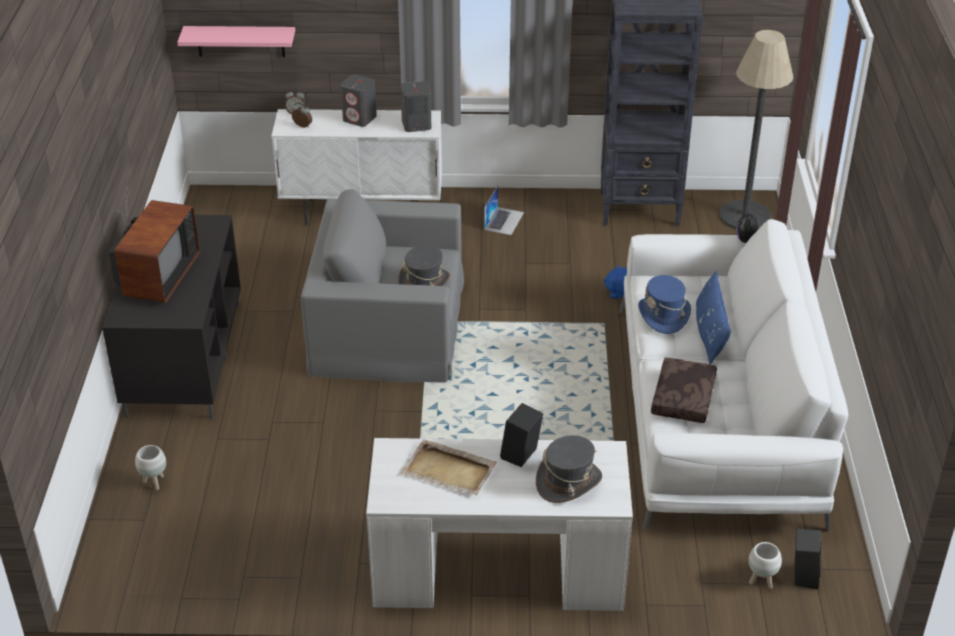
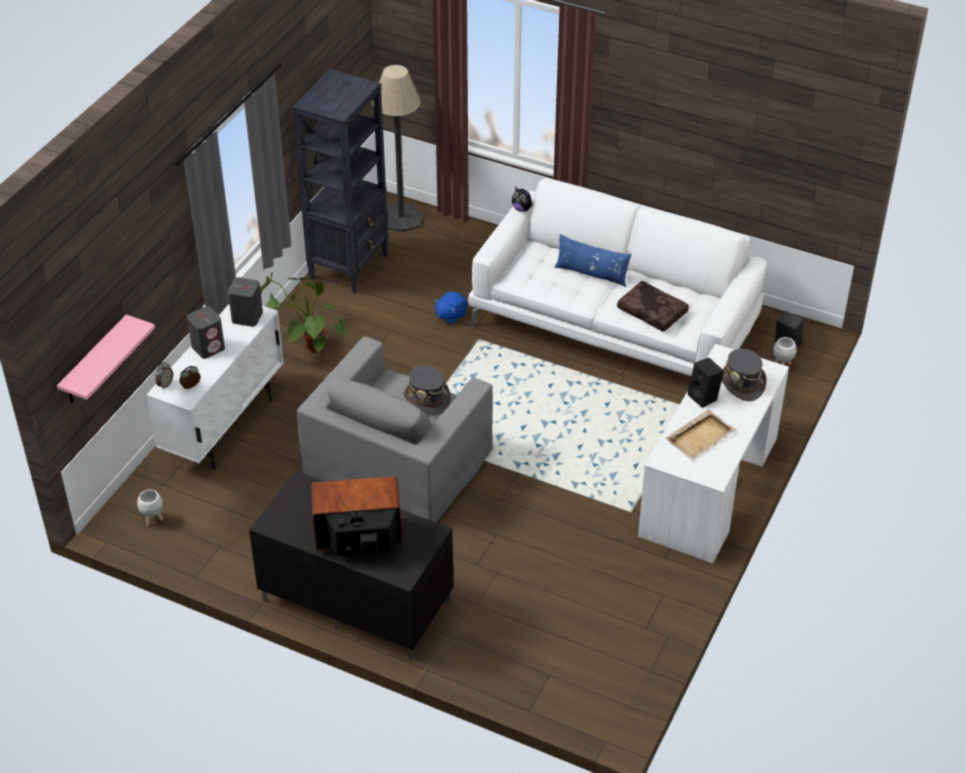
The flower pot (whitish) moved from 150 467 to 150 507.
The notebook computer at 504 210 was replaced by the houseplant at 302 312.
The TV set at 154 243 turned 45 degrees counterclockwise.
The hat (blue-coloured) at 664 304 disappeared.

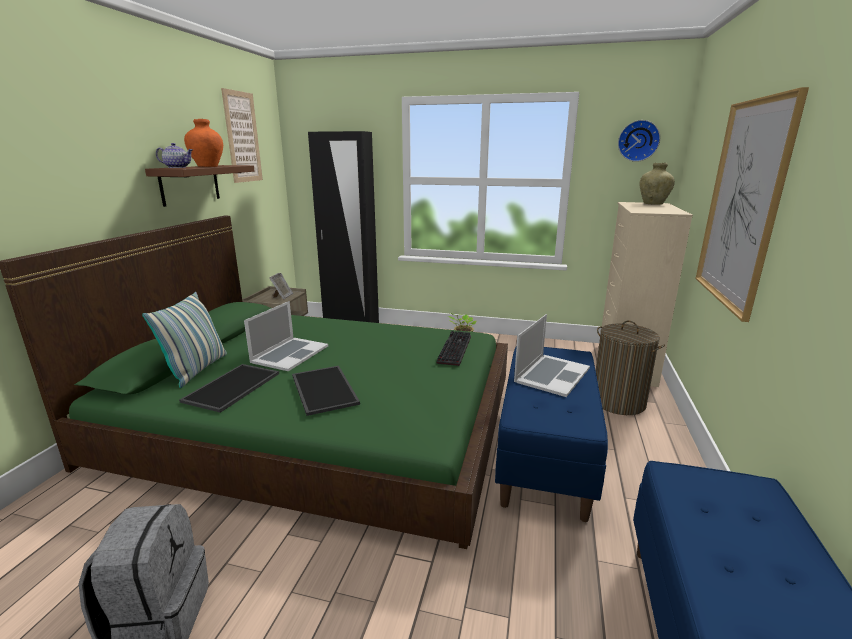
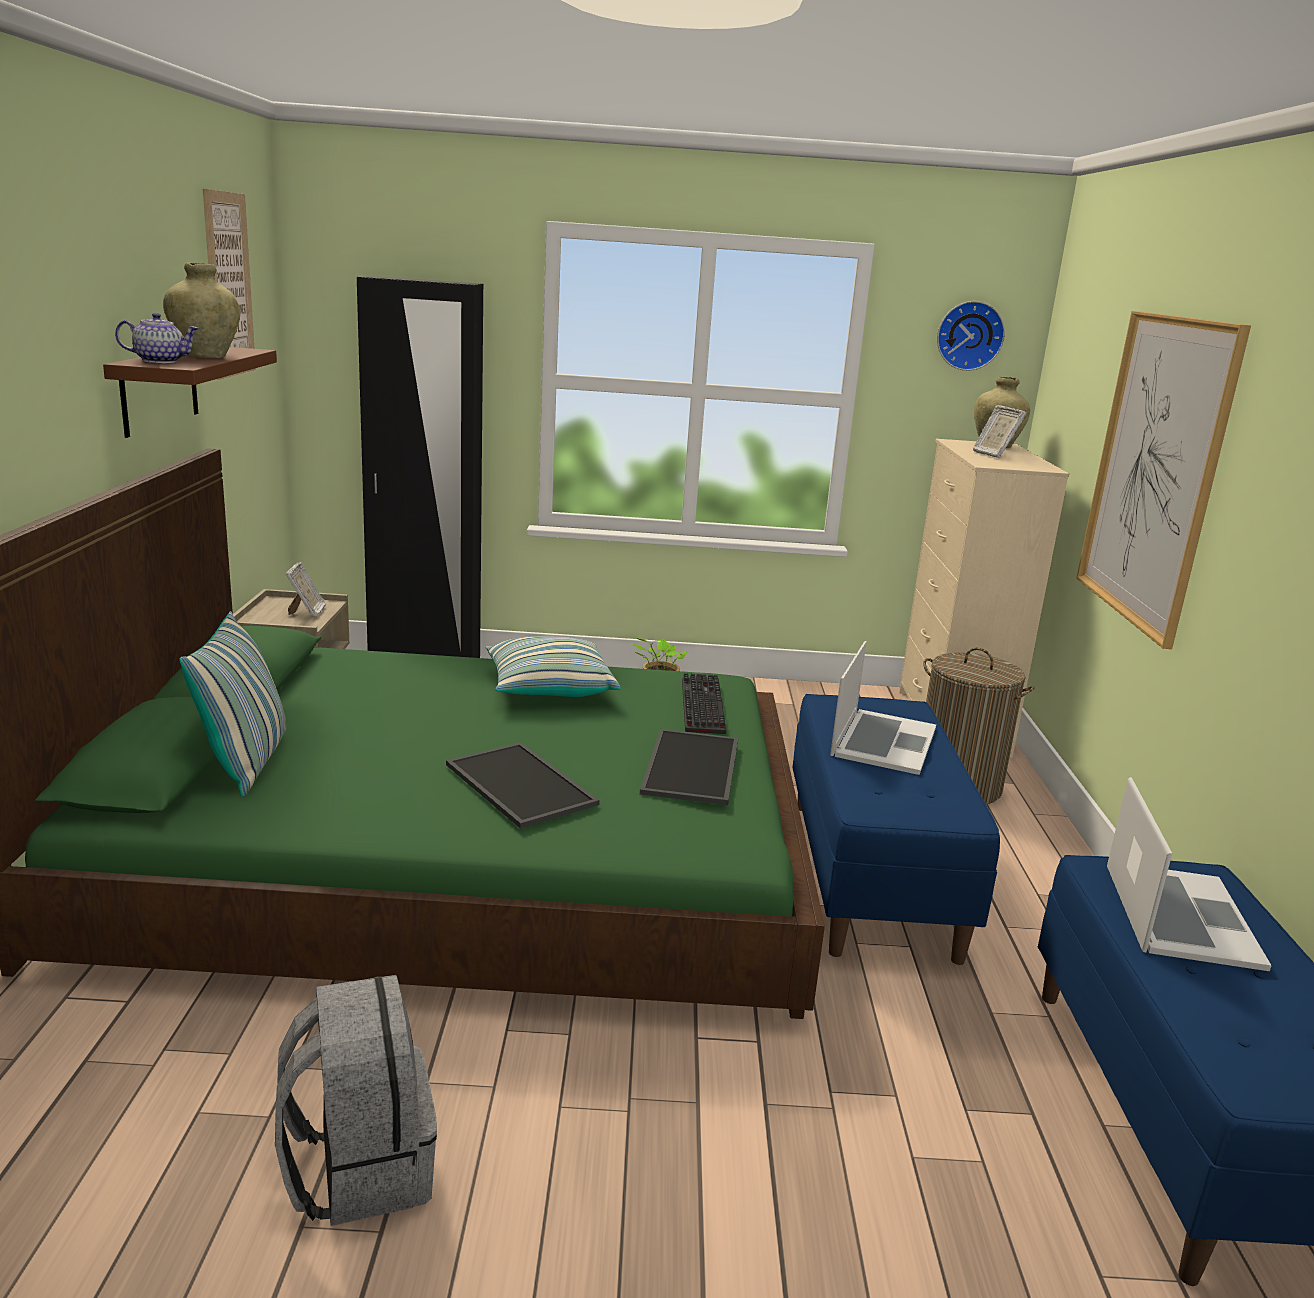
The flower vase (orangey) at 203 143 became the flower vase (sand-coloured) at 201 310.
The pillow at 553 666 appeared.
The carrying tray moved from 229 388 to 689 767.
The photo frame at 1000 431 appeared.
The notebook computer moved from 286 336 to 1189 874.

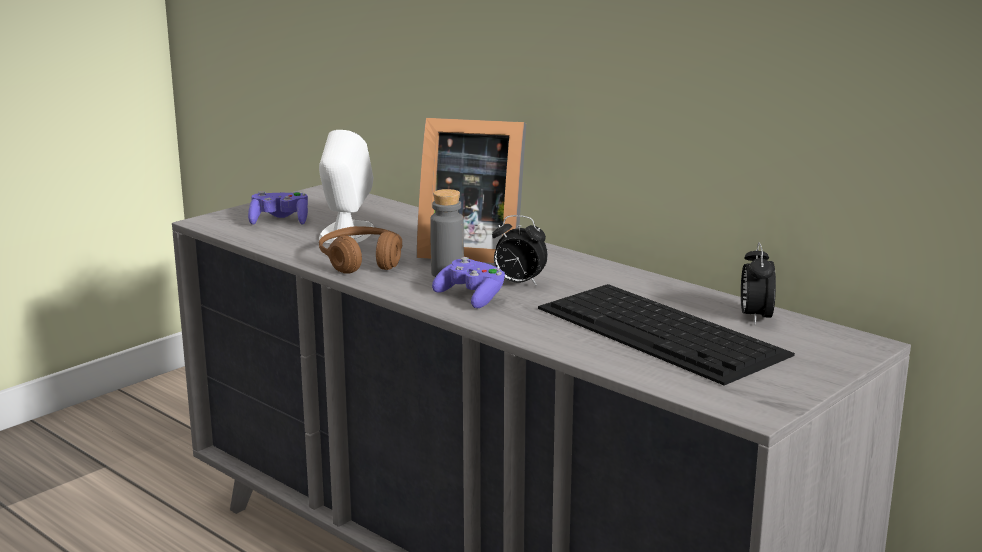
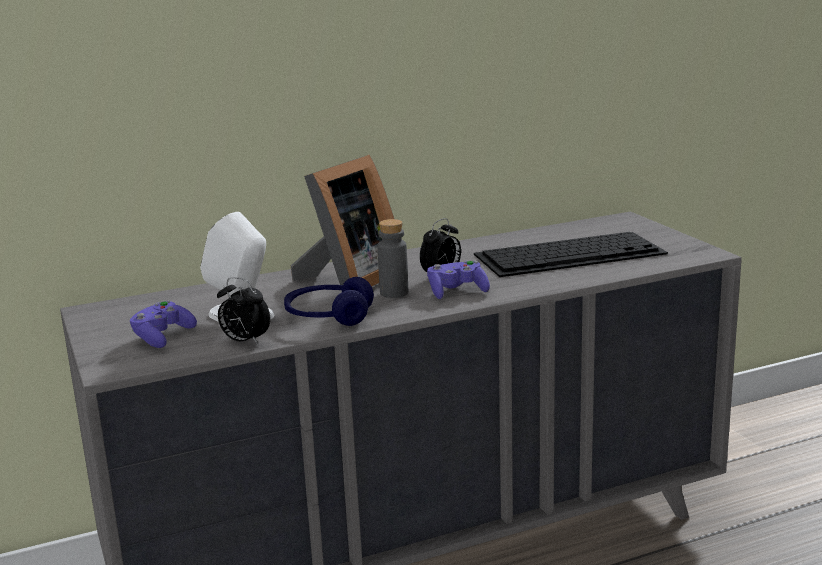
The alarm clock moved from 758 283 to 243 311.
The pair of headphones (brown-coloured) at 360 250 became the pair of headphones (blue-coloured) at 329 301.

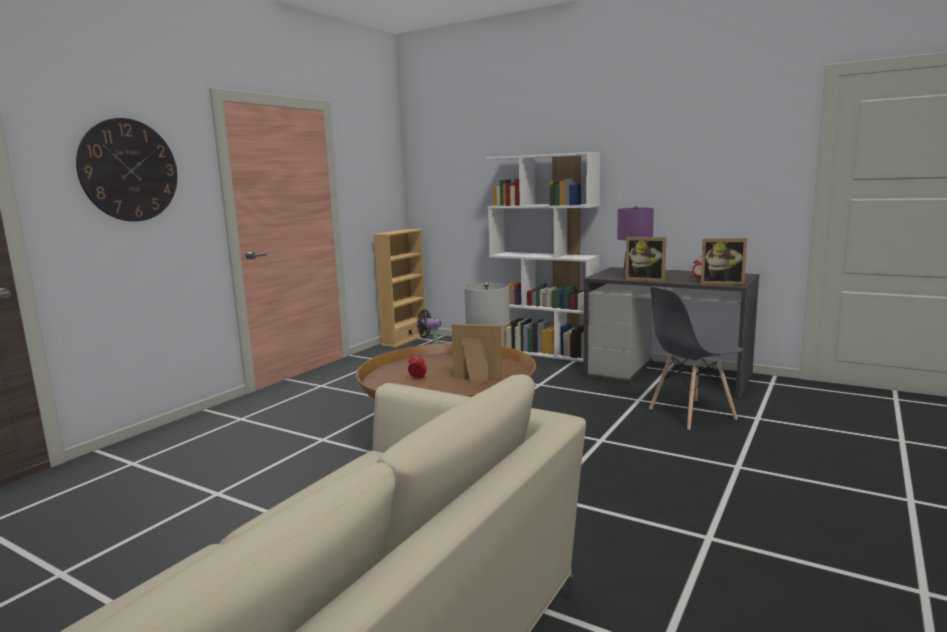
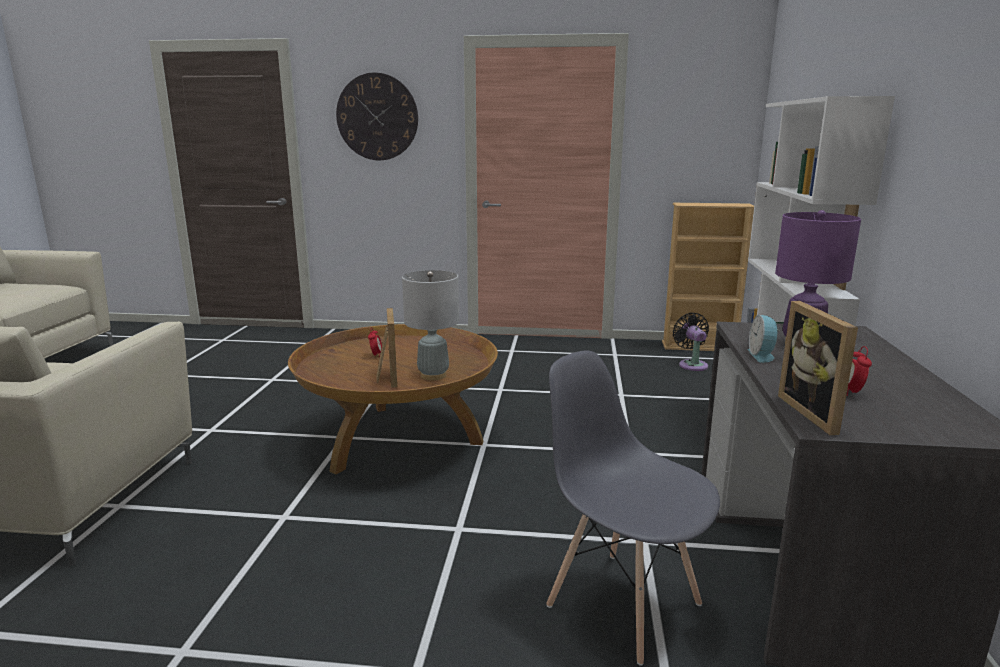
The photo frame at 646 259 was replaced by the alarm clock at 764 339.

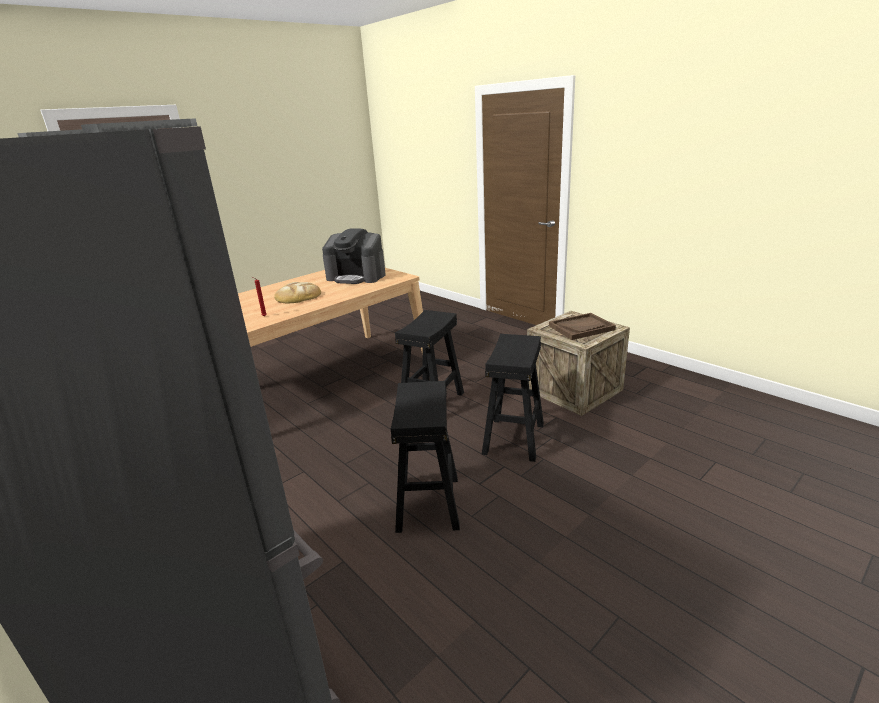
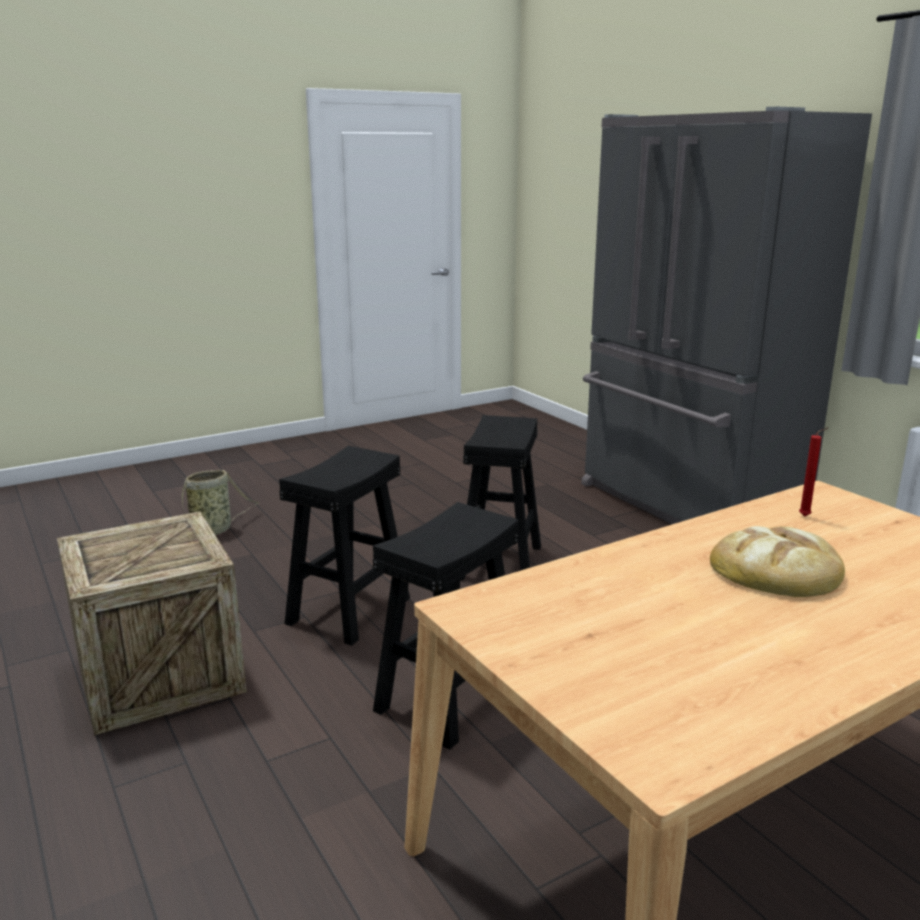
The basket at 220 502 appeared.
The coffee machine at 354 256 disappeared.
The carrying tray (brown-coloured) at 582 326 disappeared.

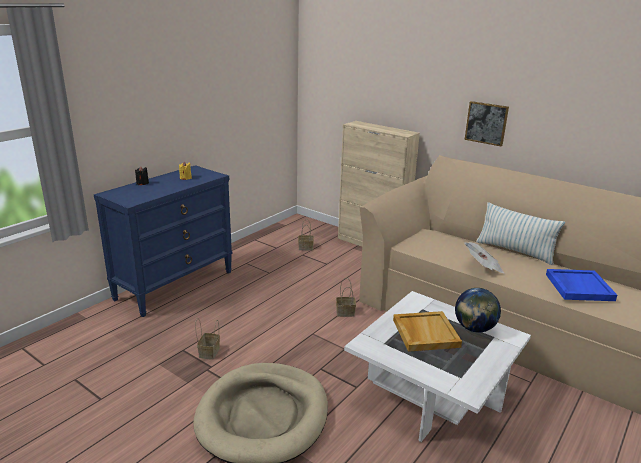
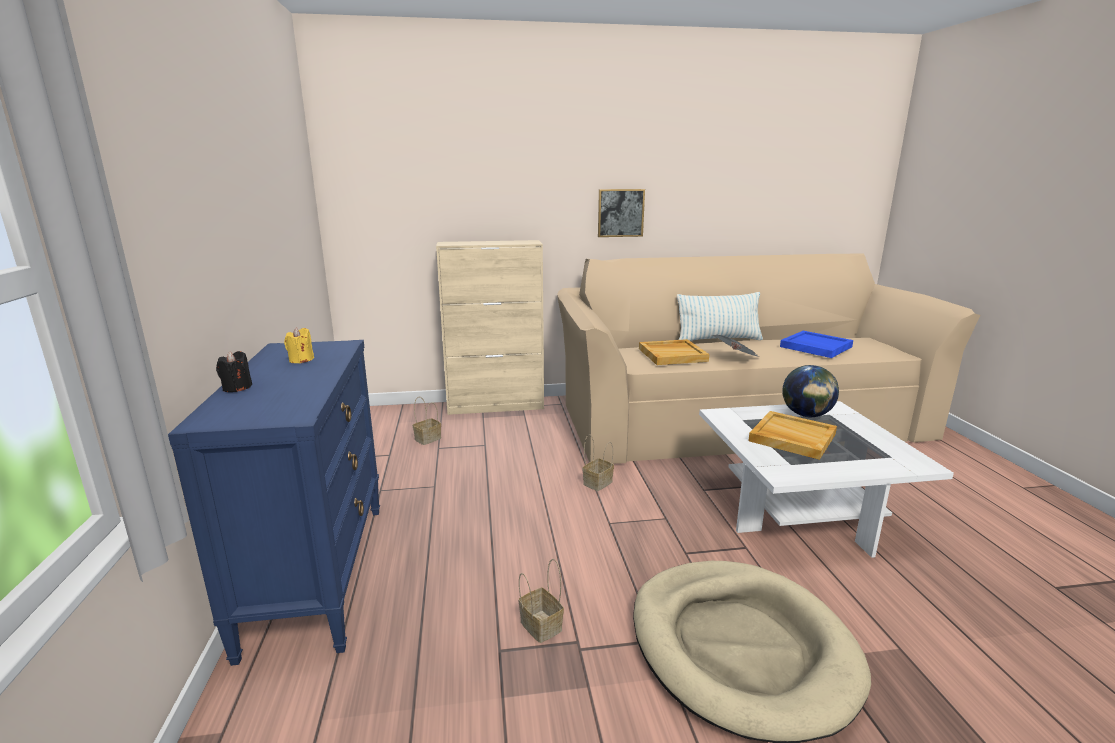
The carrying tray (sand-coloured) at 674 352 appeared.

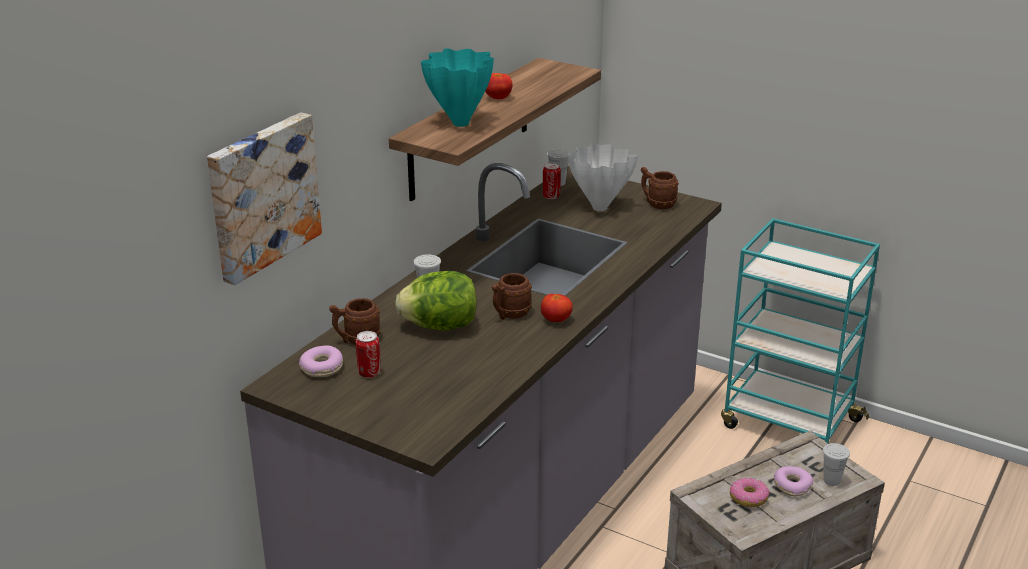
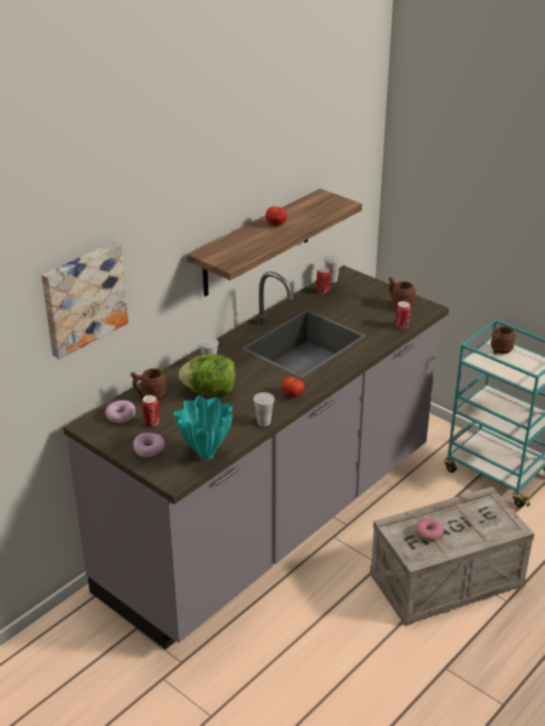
The donut moved from 793 481 to 149 445.
The flower vase (blue-green) moved from 457 87 to 203 427.
The drinking cup (whitish) moved from 836 464 to 264 409.
The metal can at 403 315 appeared.
The mug (brown-coloured) moved from 512 296 to 503 340.
The flower vase (whitish) at 603 177 disappeared.

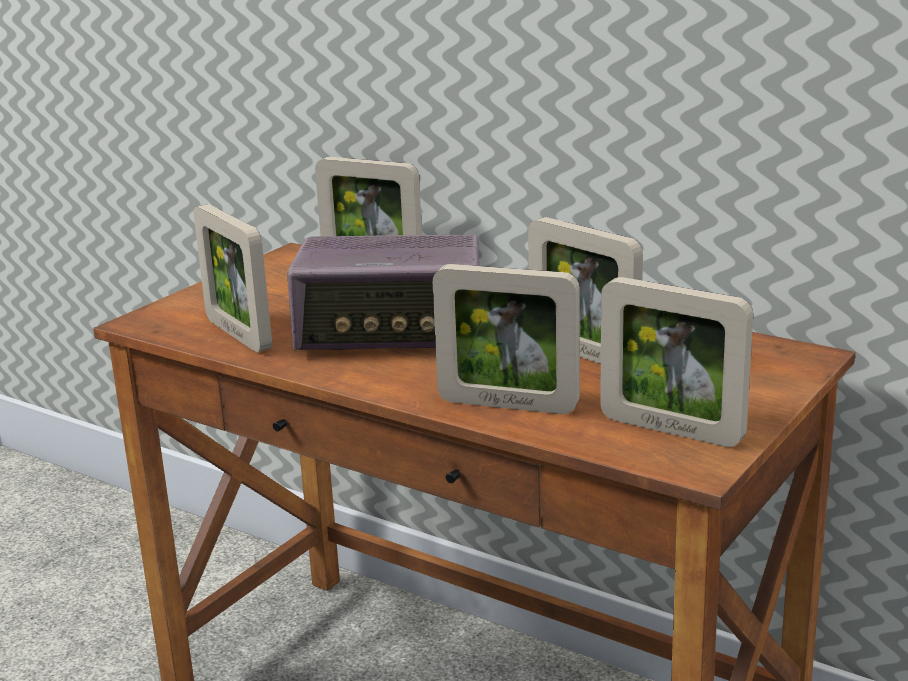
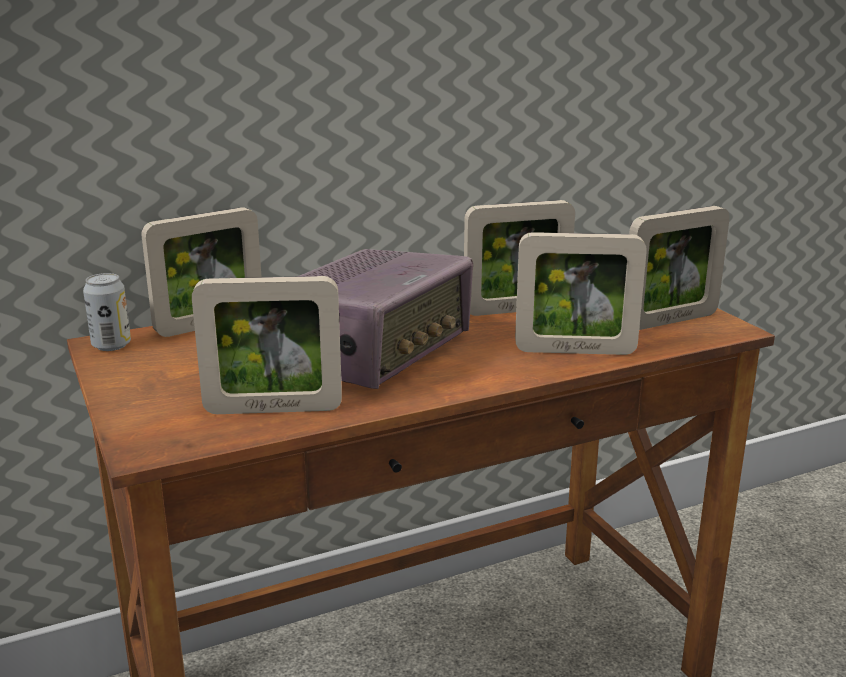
The metal can at 107 312 appeared.
The photo frame at 506 339 turned 45 degrees clockwise.

